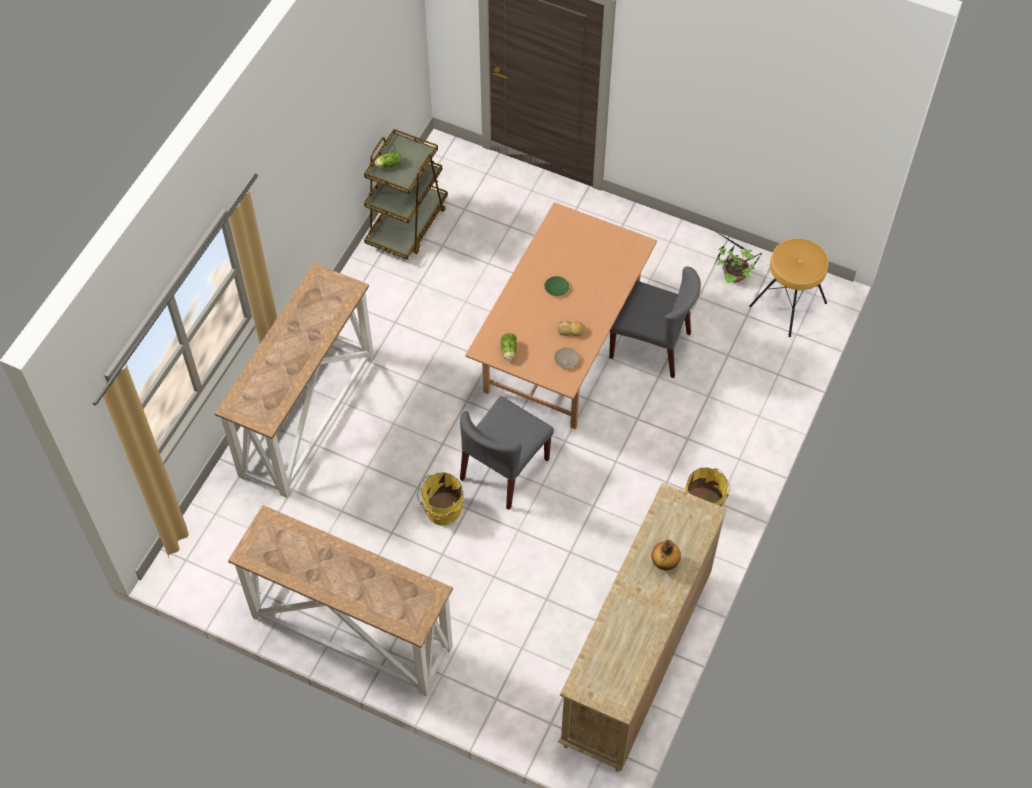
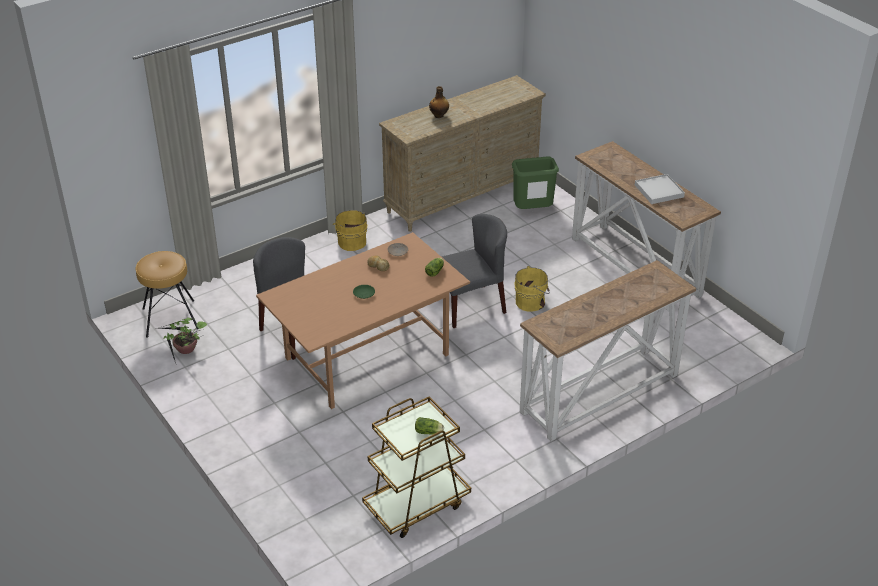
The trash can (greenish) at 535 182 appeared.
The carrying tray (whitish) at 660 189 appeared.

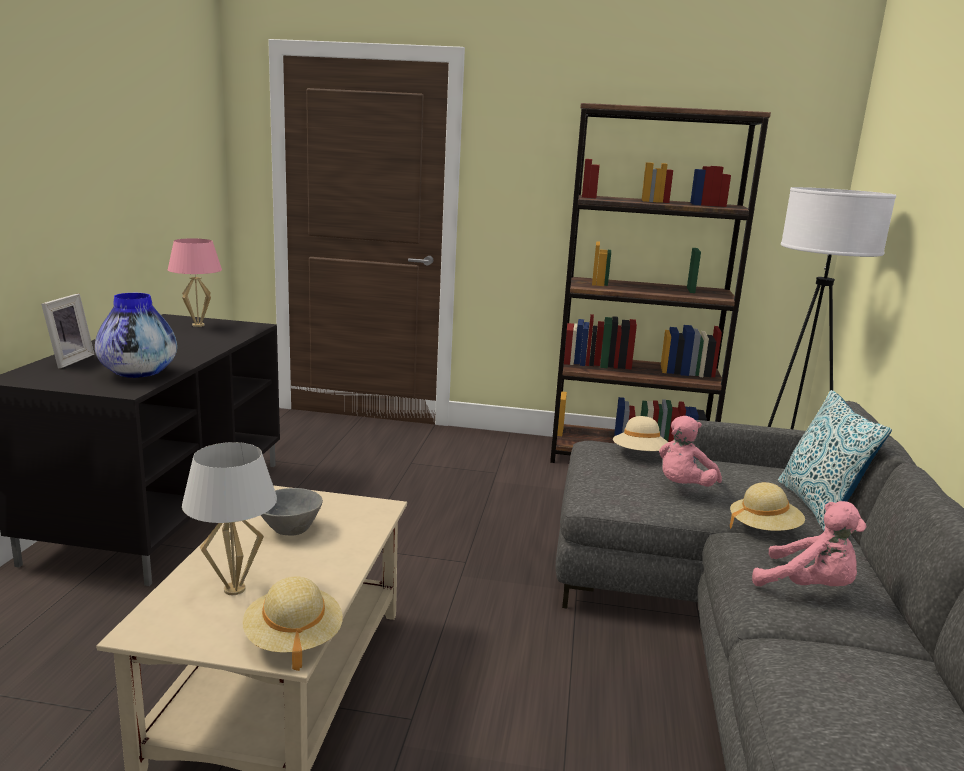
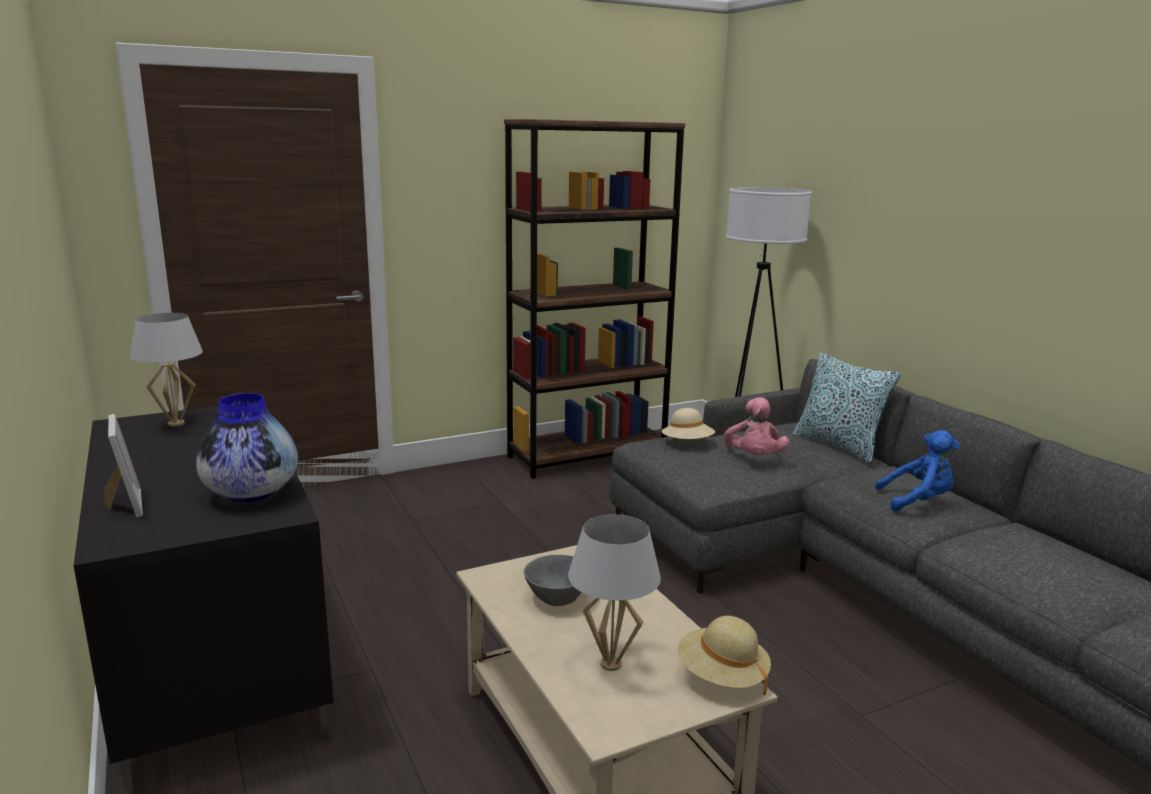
The table lamp (pink) at 195 282 became the table lamp (whitish) at 166 369.
The plush toy (pink) at 809 543 became the plush toy (blue-coloured) at 917 471.
The hat (sand-coloured) at 767 506 disappeared.

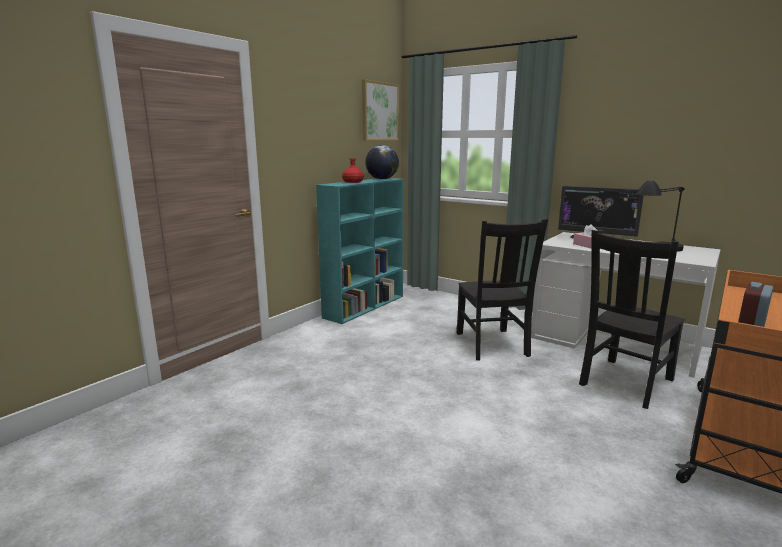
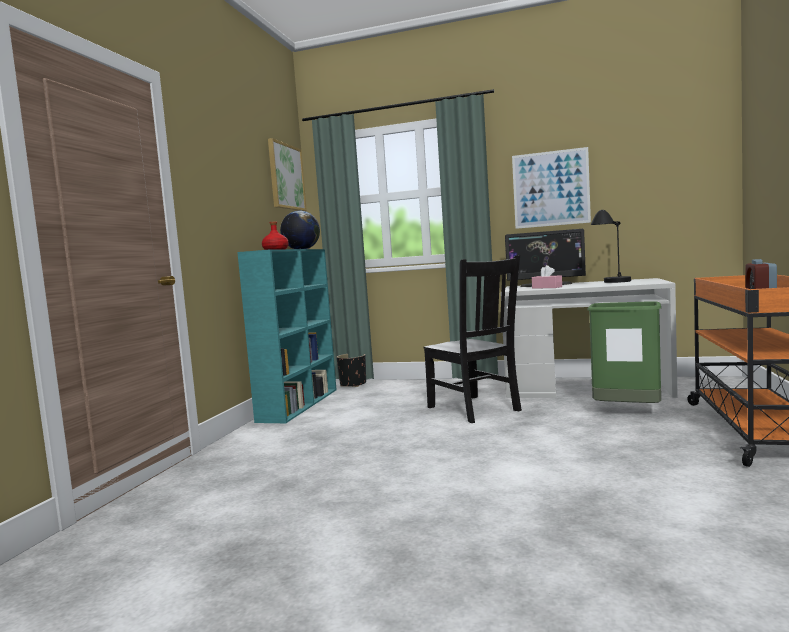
The flower pot (blackish) at 351 370 appeared.
The wall picture at 551 188 appeared.
The upright chair (blackish) at 631 319 was replaced by the trash can (greenish) at 624 352.

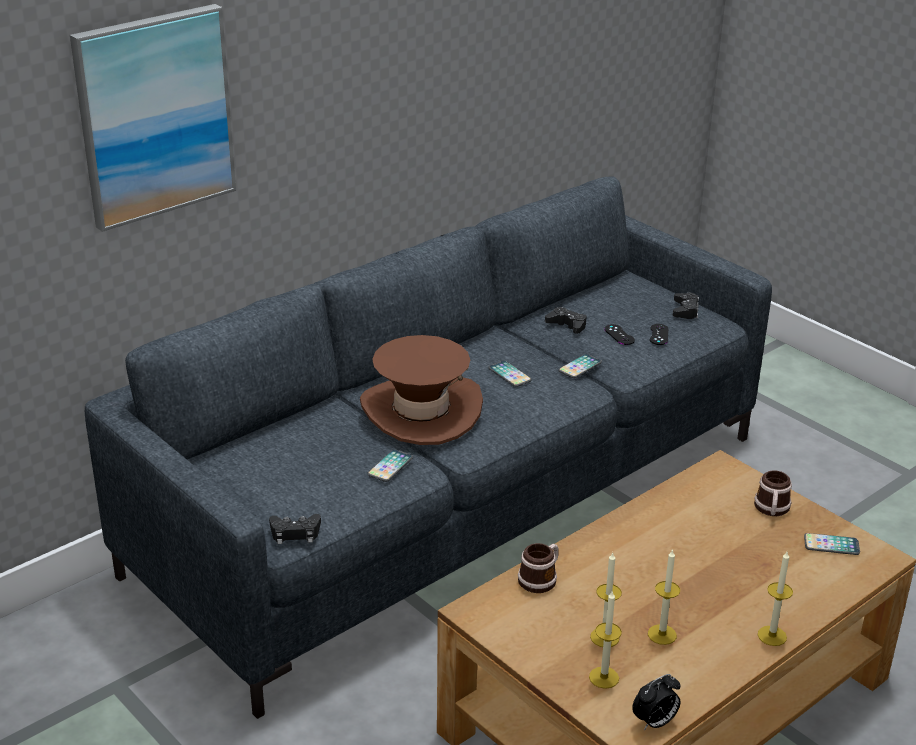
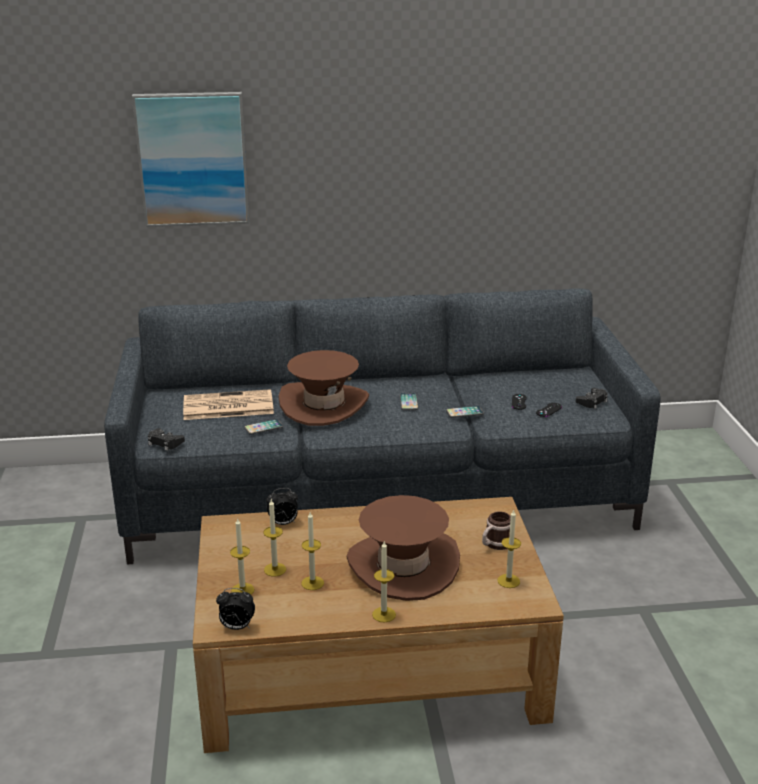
The newspaper at 228 404 appeared.
The mug at 538 568 was replaced by the alarm clock at 282 506.
The hat (brown-coloured) at 403 548 appeared.
The telephone at 832 544 was replaced by the candle at 509 549.
The joypad (blackish) at 565 320 disappeared.

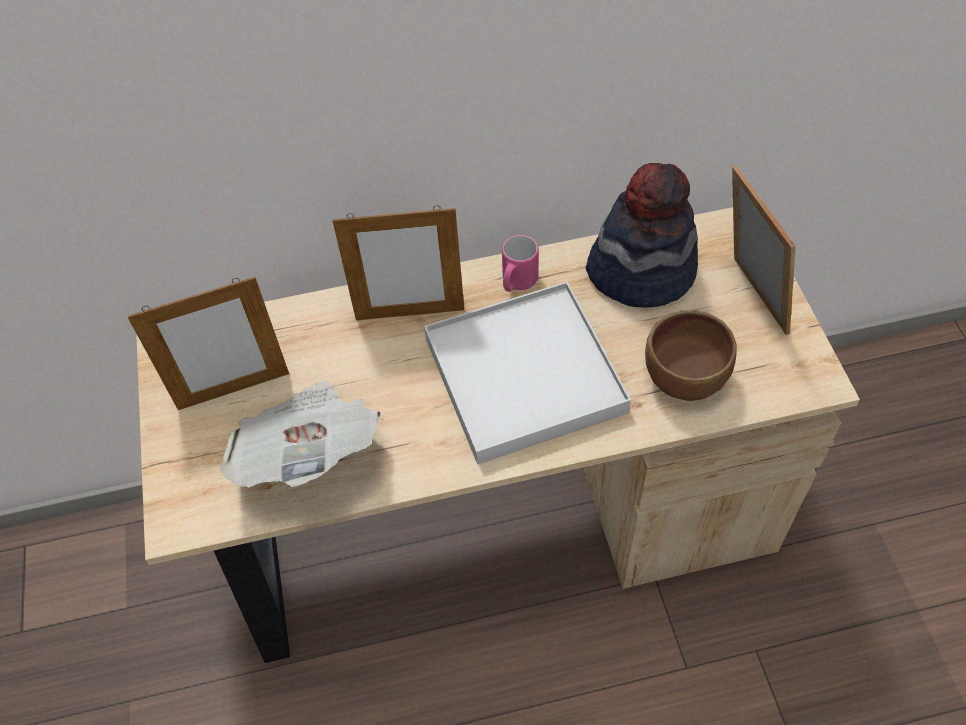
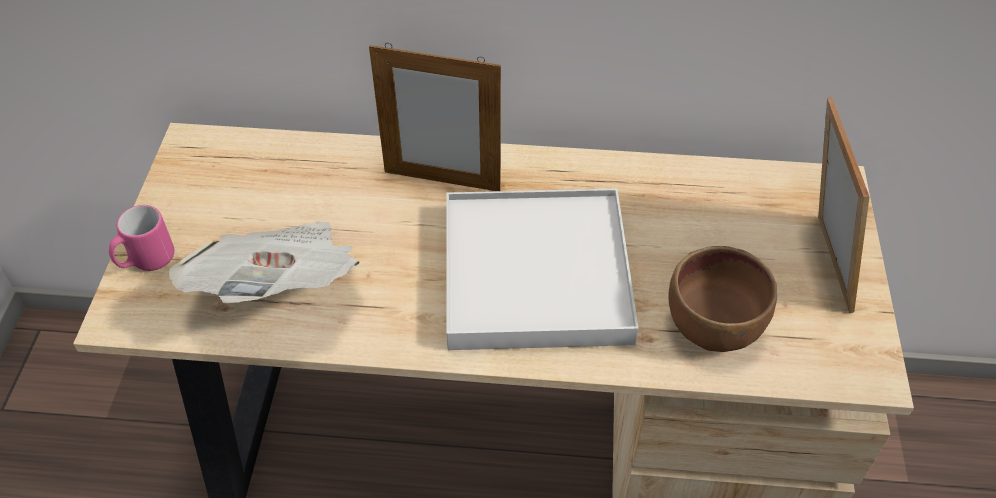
The mug (pink) moved from 520 263 to 141 238.
The photo frame at 208 343 disappeared.
The hat at 642 235 disappeared.

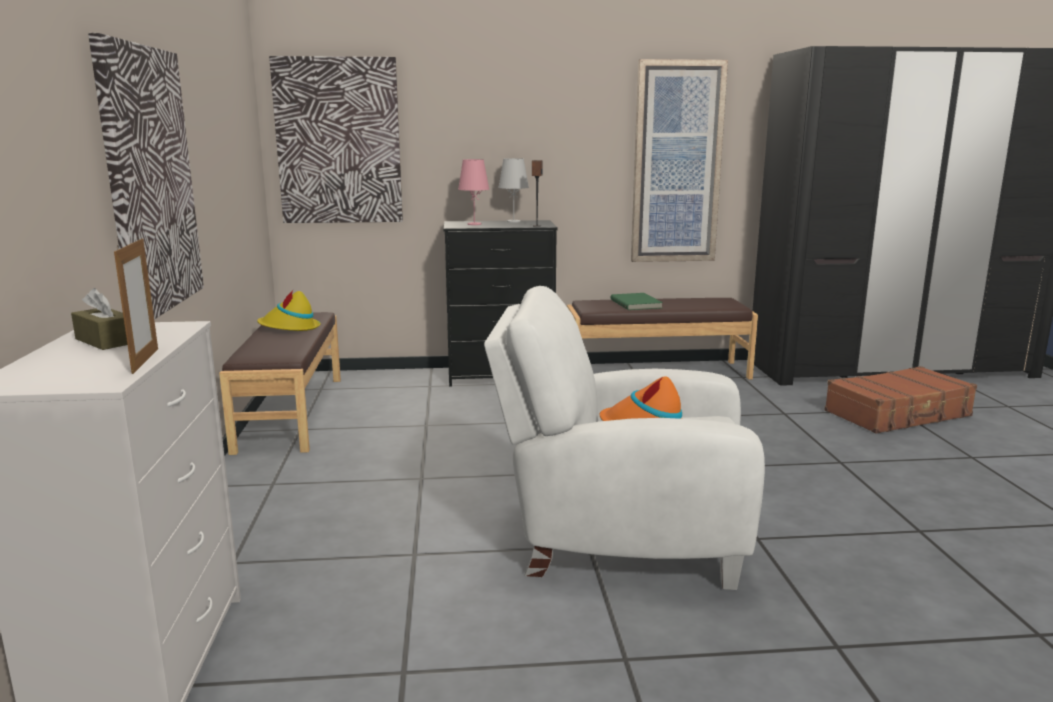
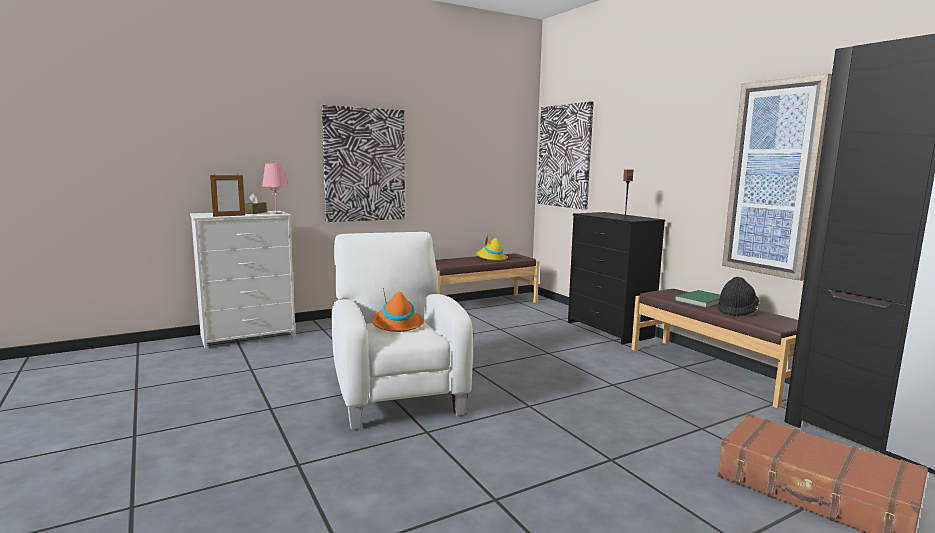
The table lamp (pink) moved from 473 192 to 275 188.
The hat (blackish) at 738 296 appeared.
The table lamp (whitish) at 513 190 disappeared.

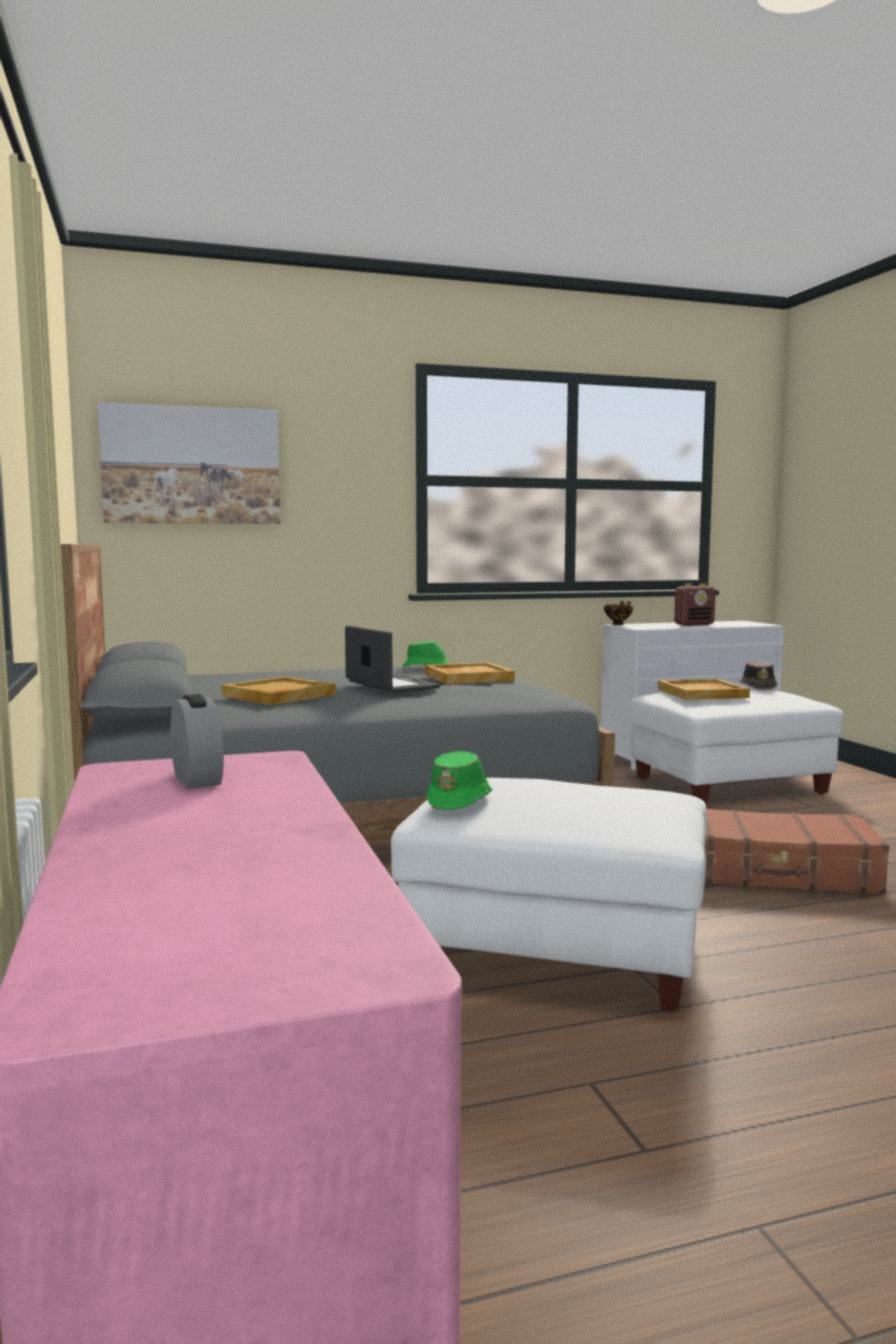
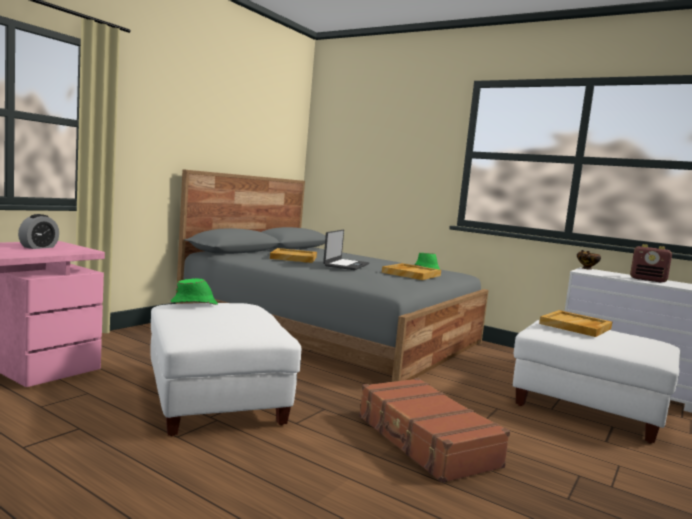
The wall picture at 189 463 disappeared.
The hat (brown-coloured) at 758 675 disappeared.

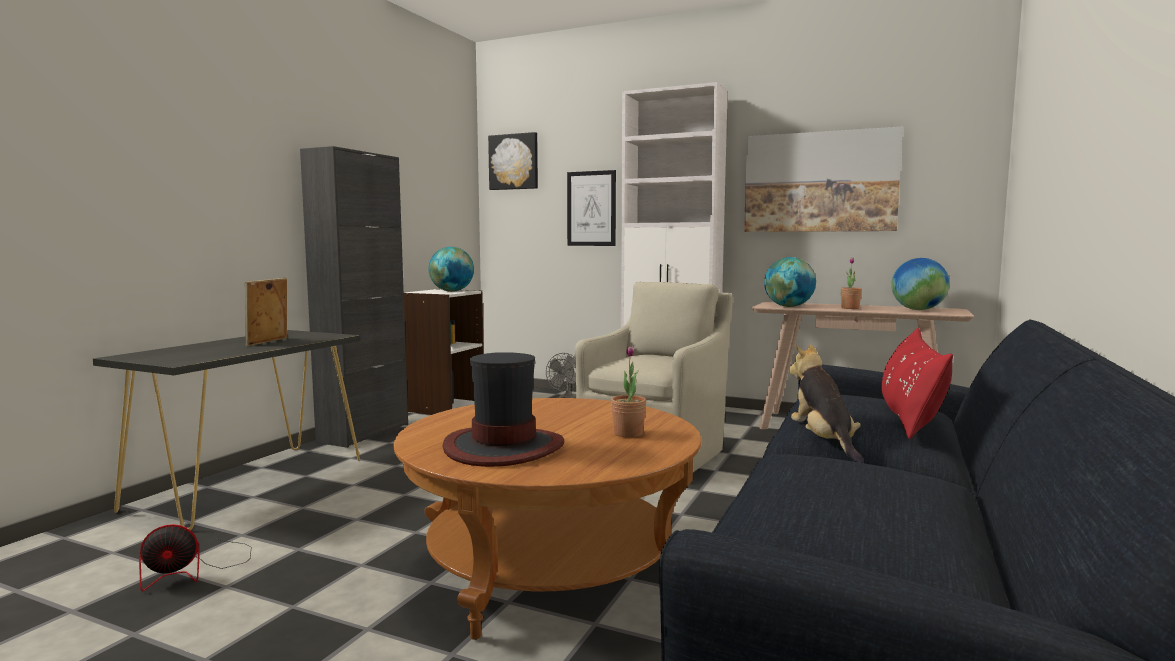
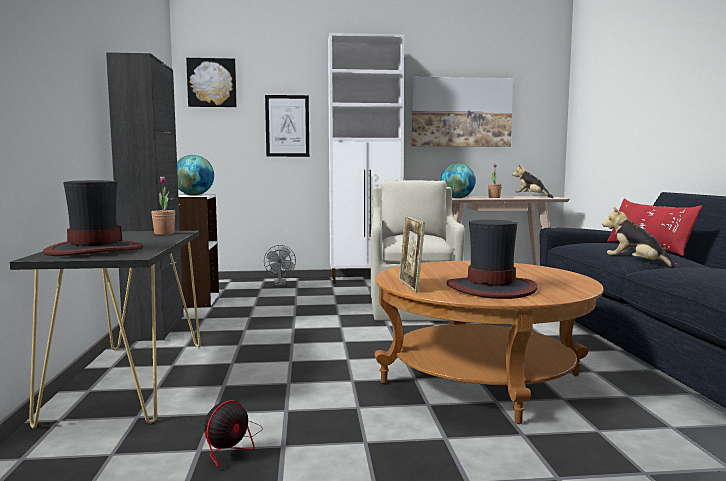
The hat at 93 218 appeared.
The houseplant moved from 628 392 to 163 205.
The photo frame moved from 266 312 to 412 254.
The desk globe at 920 284 was replaced by the plush toy at 533 181.

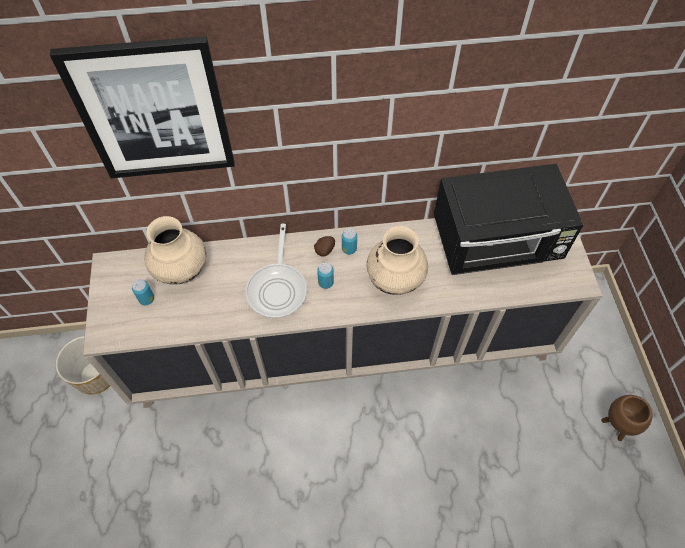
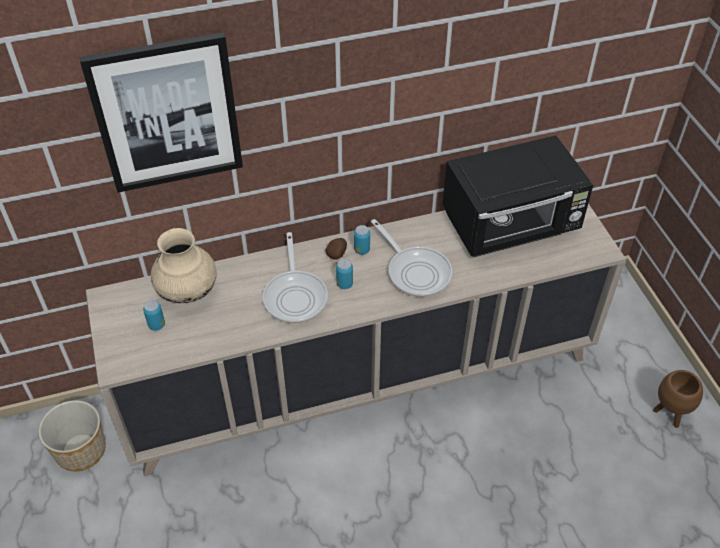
The flower vase (sand-coloured) at 397 260 was replaced by the skillet at 411 258.

